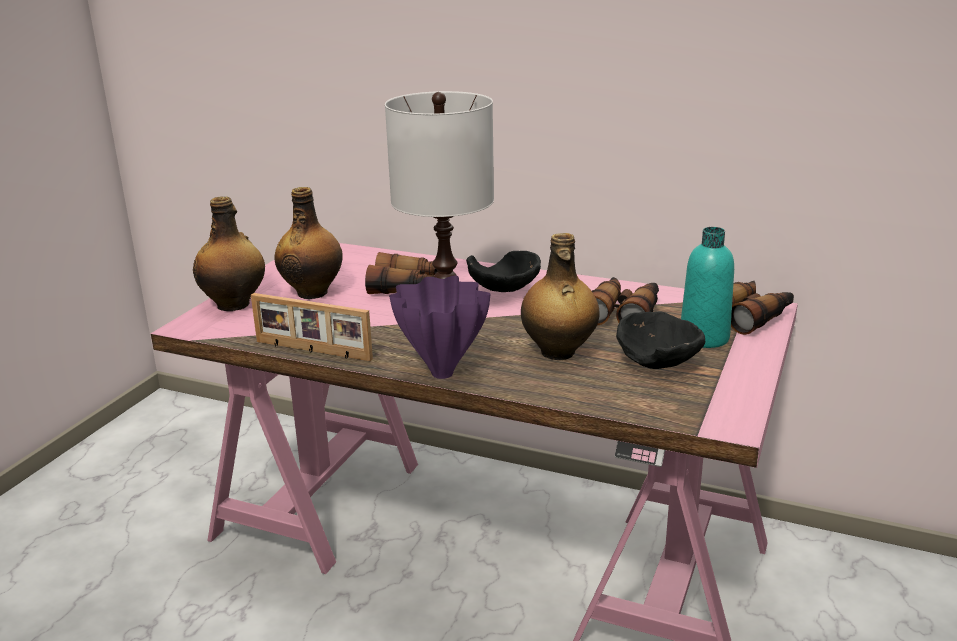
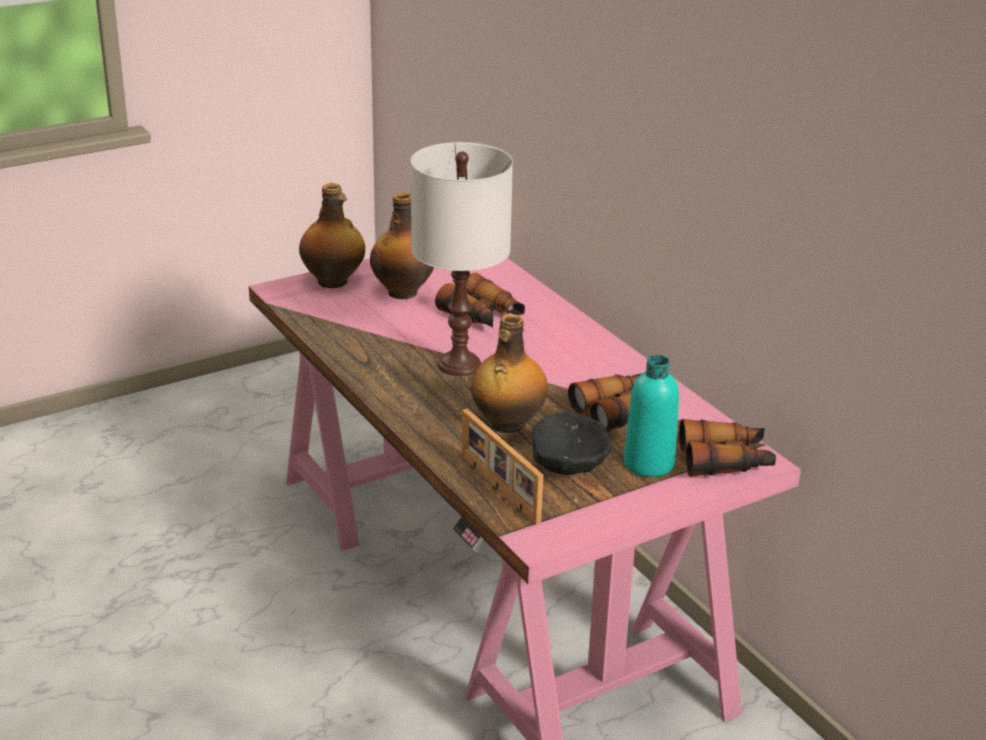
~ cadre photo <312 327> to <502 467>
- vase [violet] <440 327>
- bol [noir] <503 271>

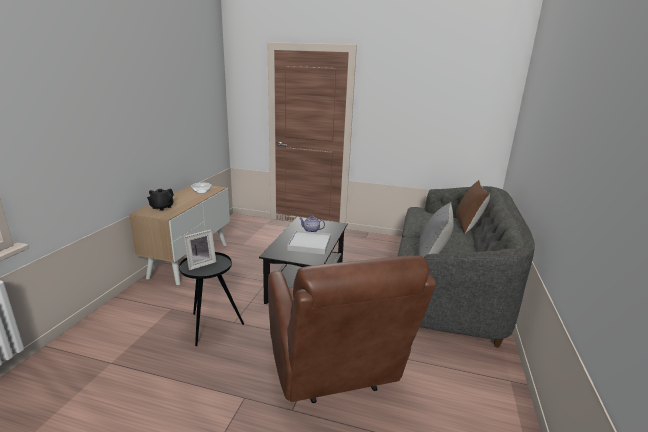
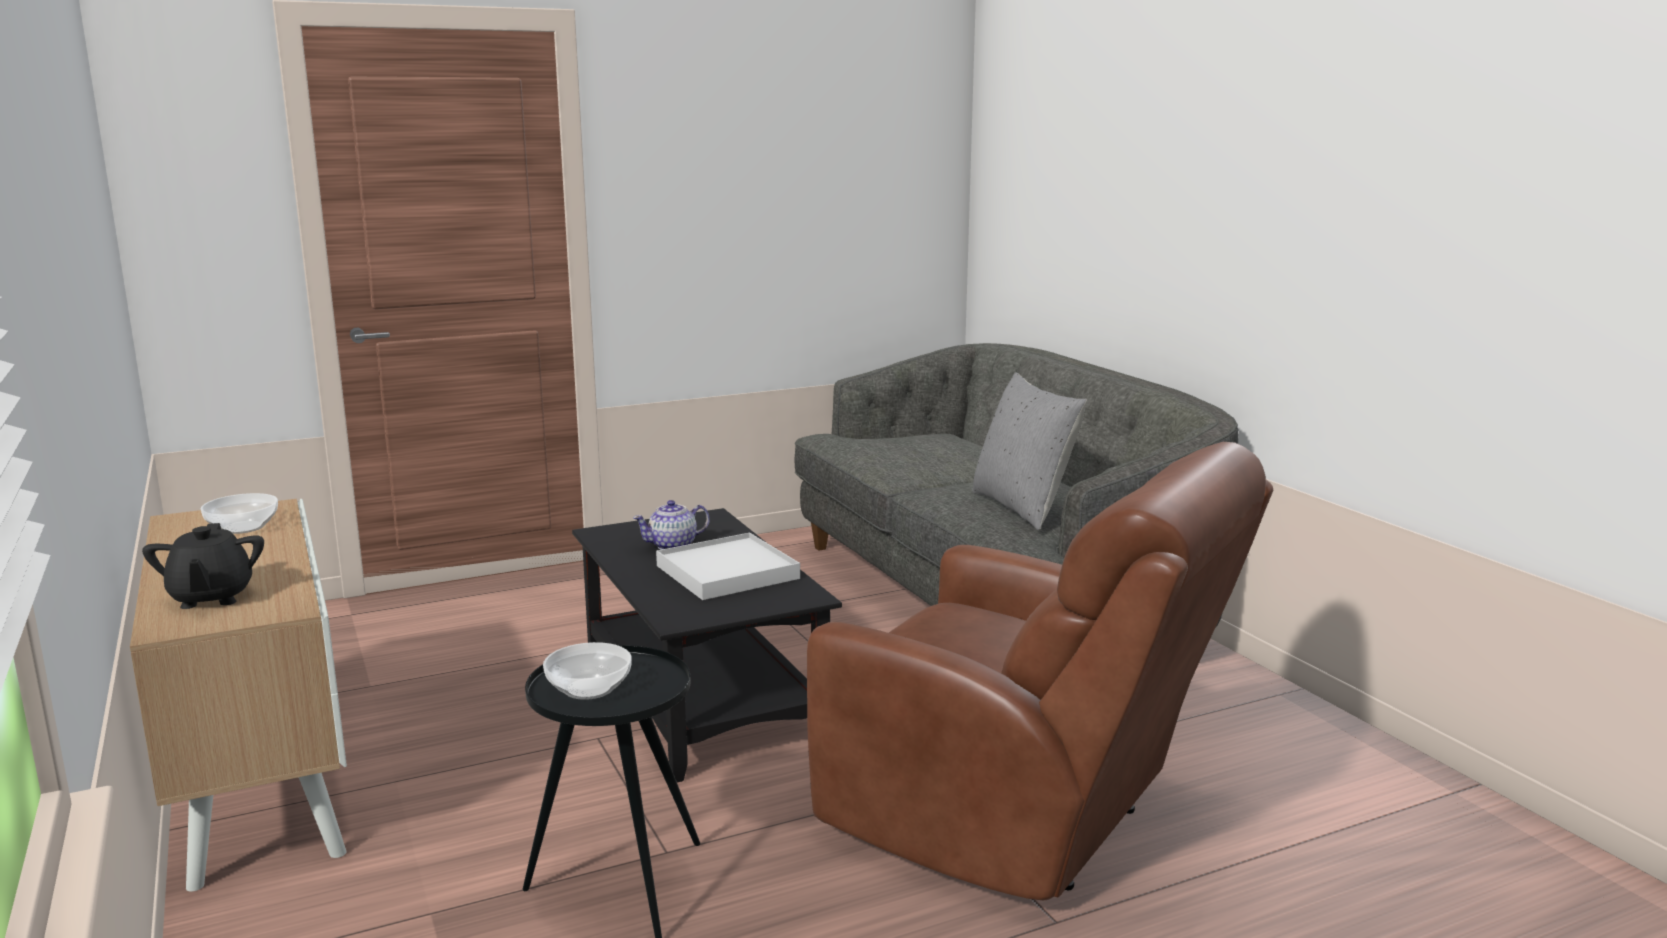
~ cadre photo <199 249> to bol <587 671>
- coussin [marron] <473 207>

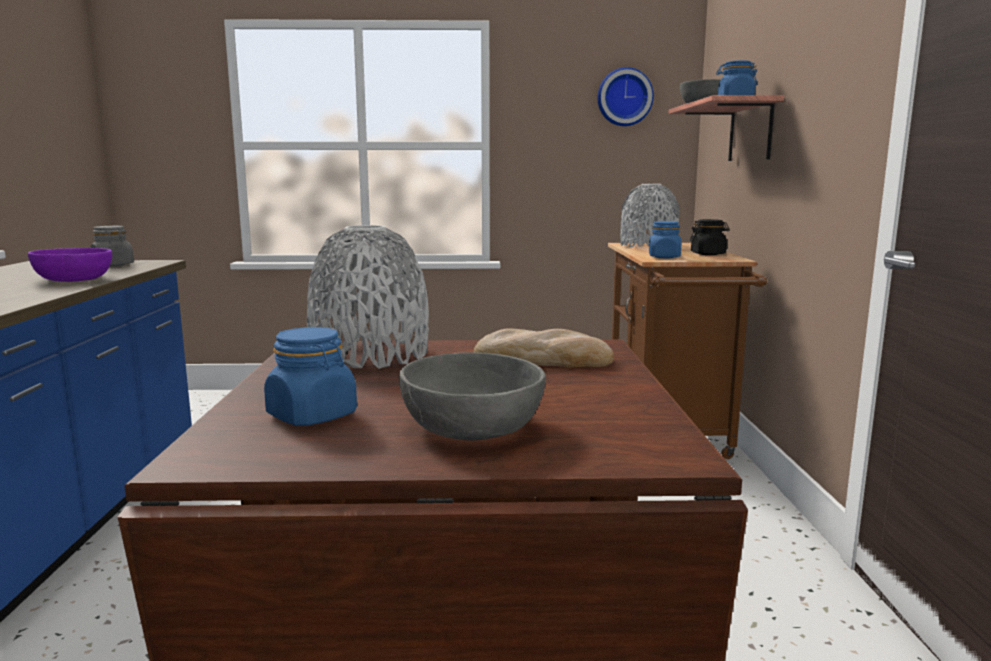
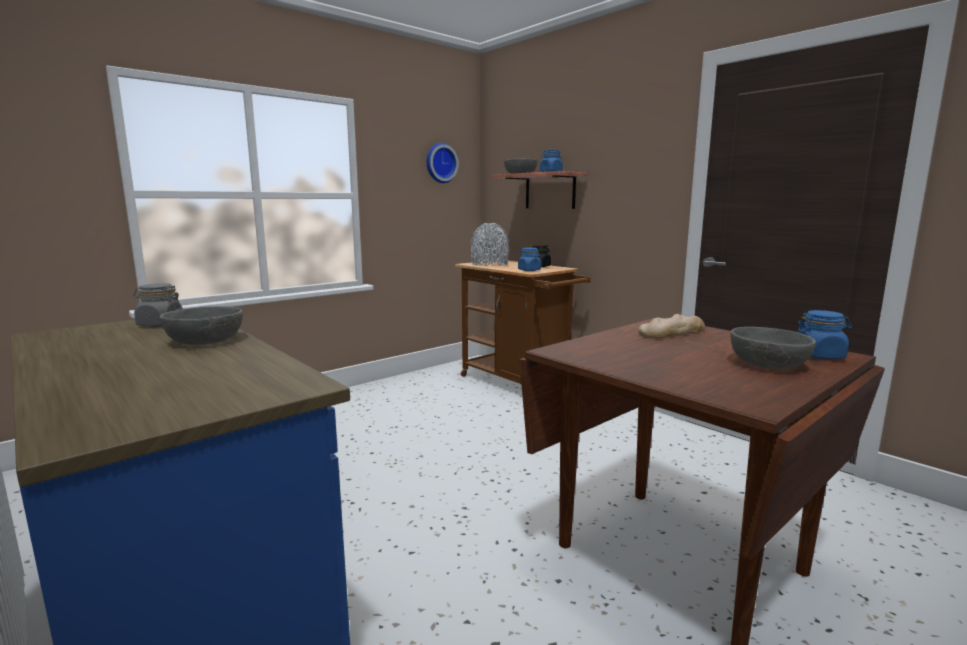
~ bol [violet] <70 265> to bol [gris] <201 325>
~ bocal [bleu] <310 376> to <824 334>
- vase [gris] <368 297>

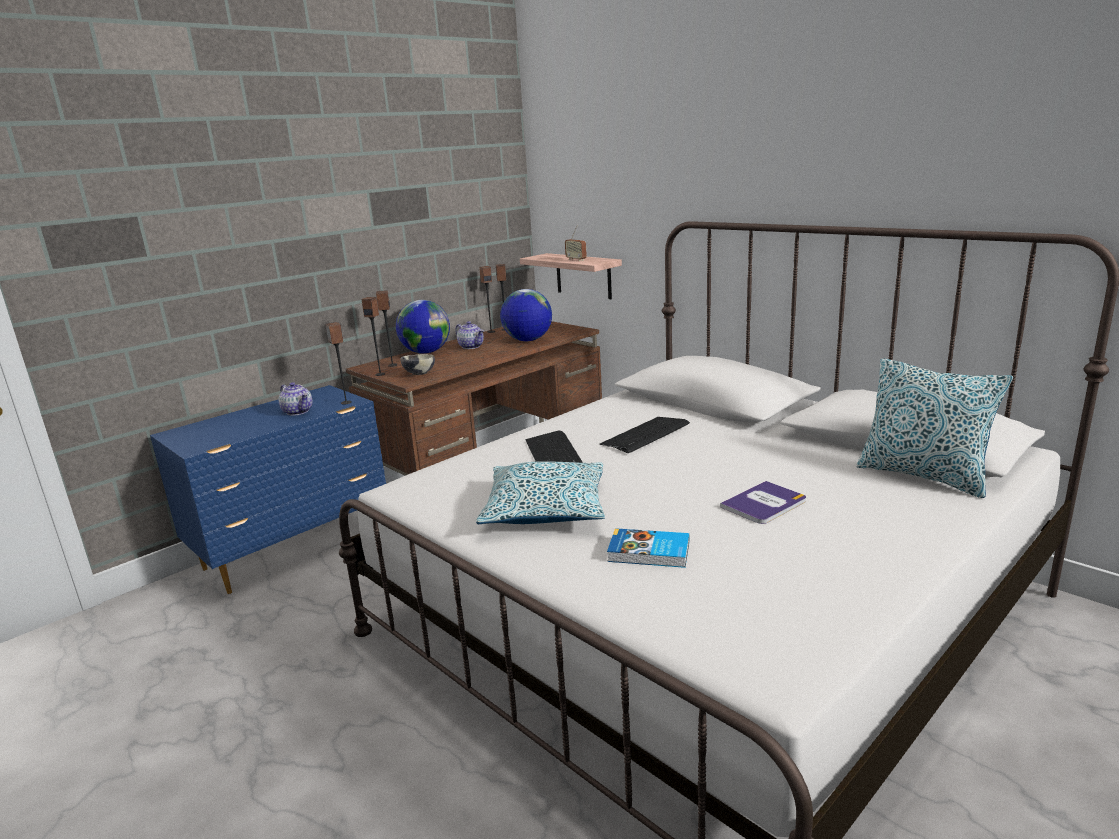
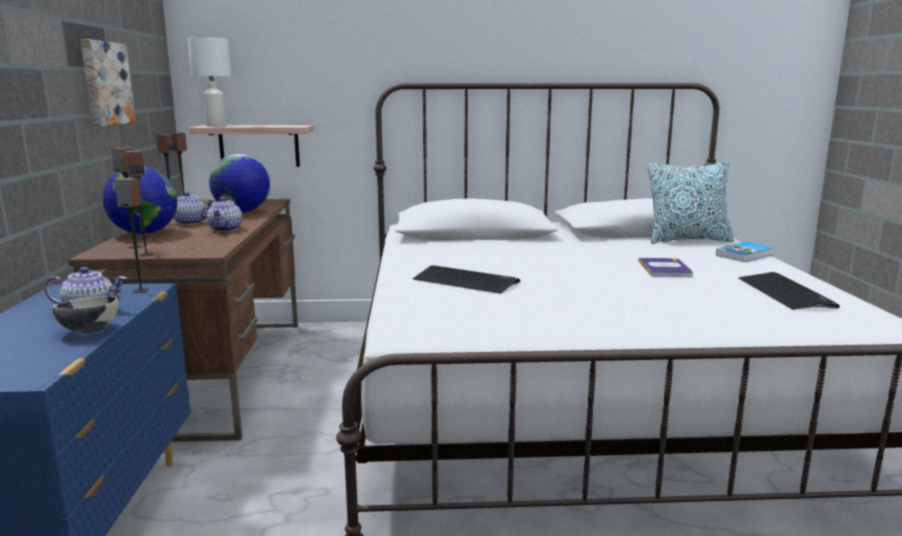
~ bol <417 364> to <85 314>
- coussin <540 492>
- radio <576 243>
~ clavier <645 435> to <789 291>
~ livre <648 548> to <745 252>
+ tableau <108 83>
+ lampe de table [blanc] <209 81>
+ théière <224 214>

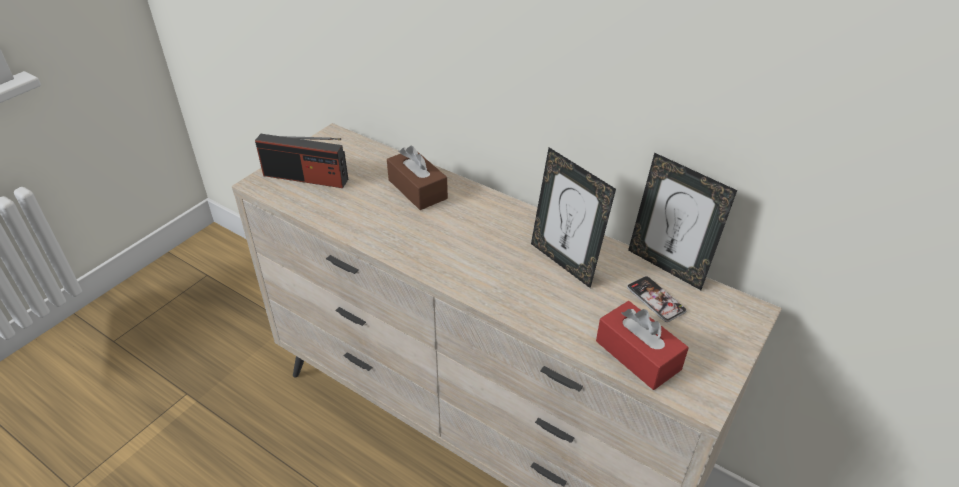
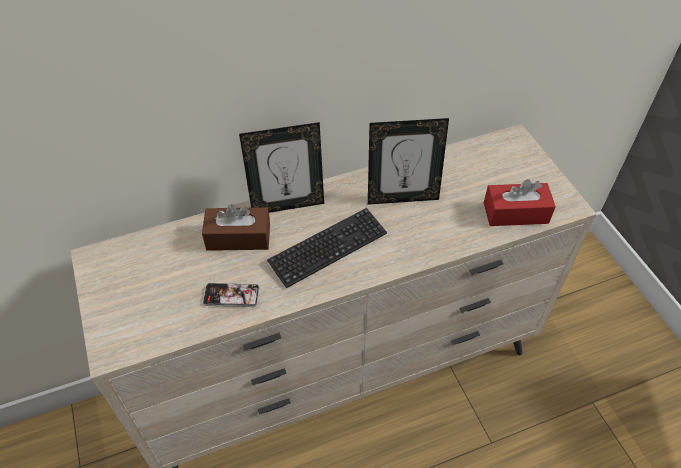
- radio <301 161>
~ téléphone <657 299> to <231 295>
~ cadre photo <682 221> to <281 167>
+ clavier <327 248>

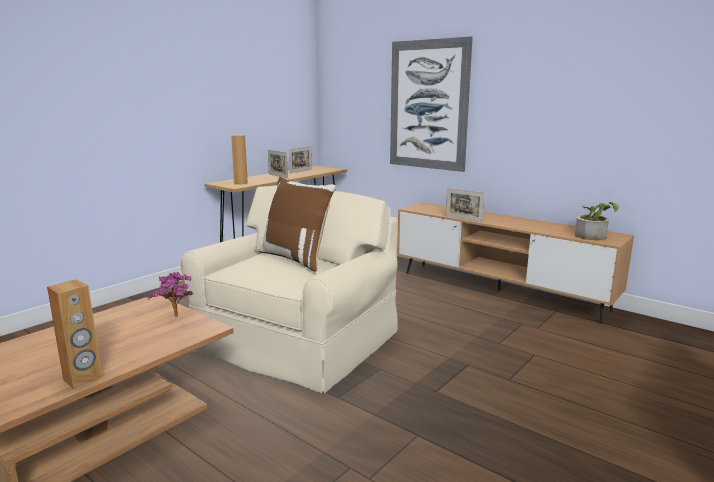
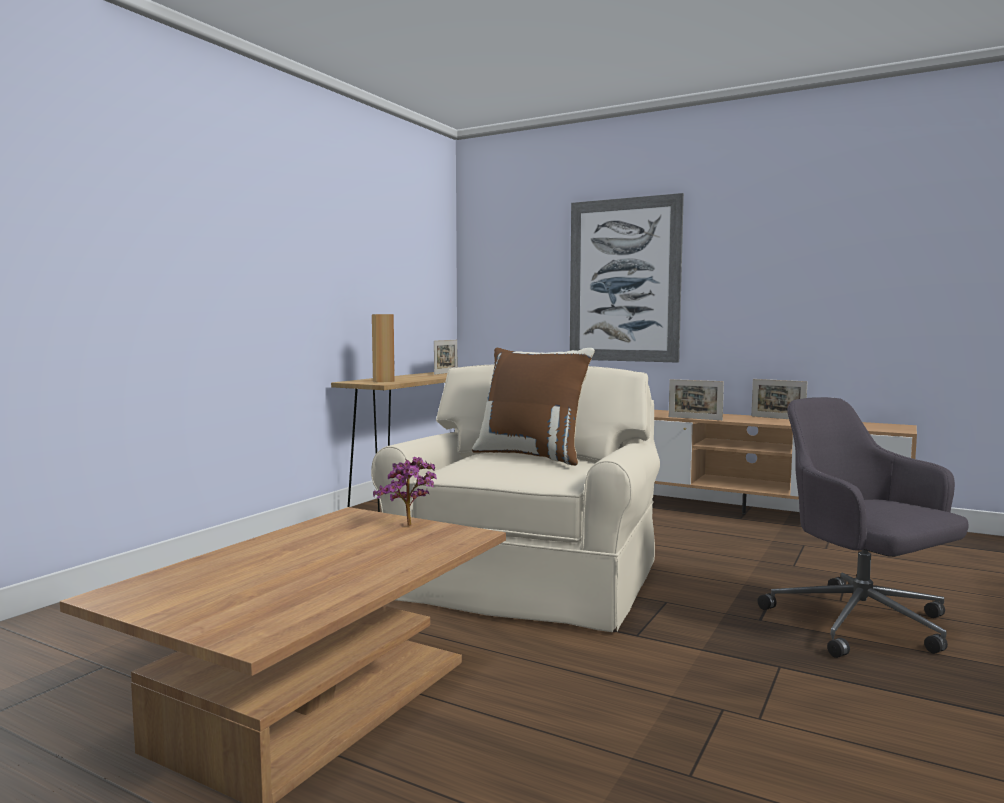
- enceinte [marron] <74 334>
~ cadre photo <278 164> to <779 399>
- plante en pot <597 221>
+ chaise de bureau [gris] <863 527>

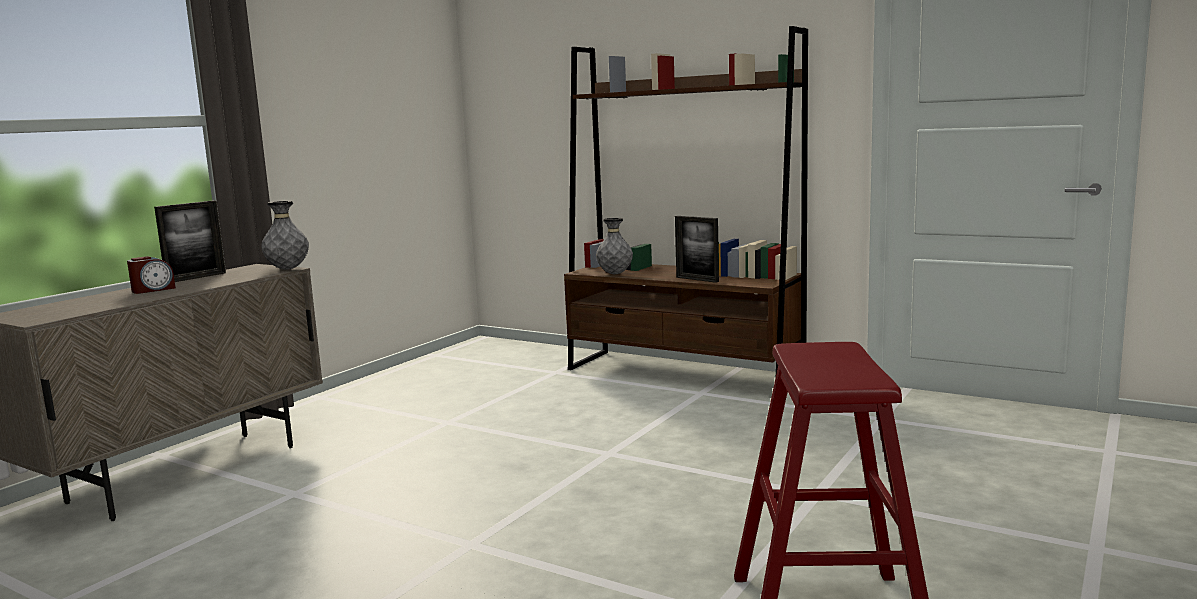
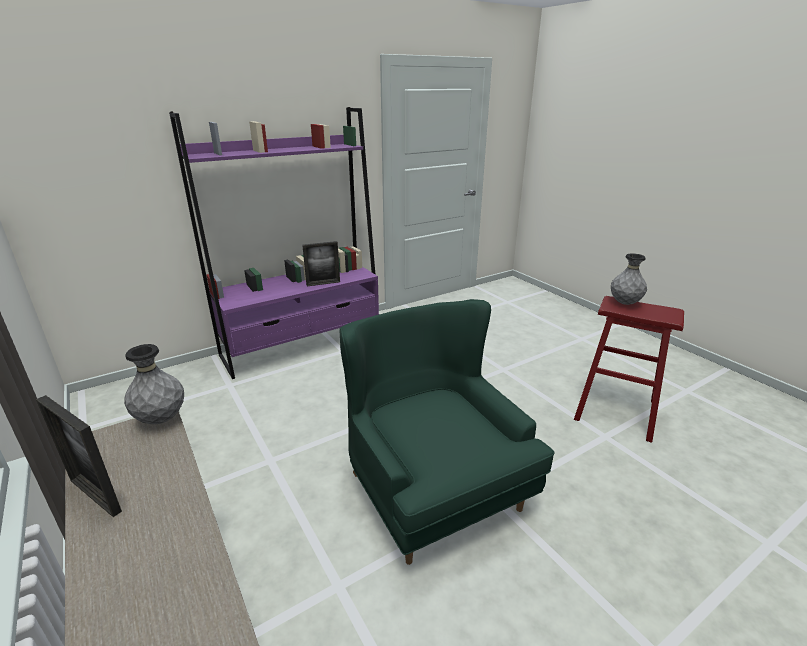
- réveil <151 275>
~ cadre photo <190 241> = <79 456> 150 degrees clockwise
~ bibliothèque [marron] <686 200> to bibliothèque [violet] <274 243>
~ vase [gris] <614 246> to <629 279>
+ fauteuil [vert] <446 432>

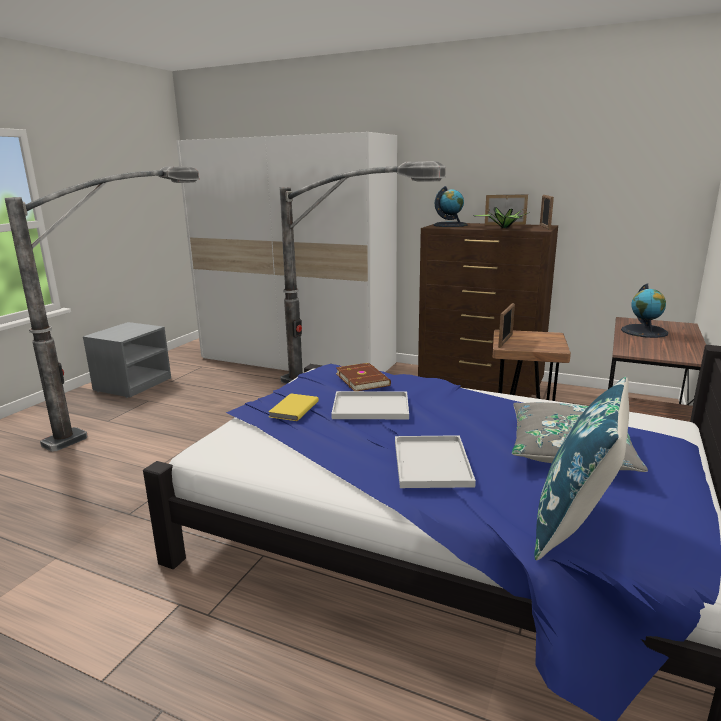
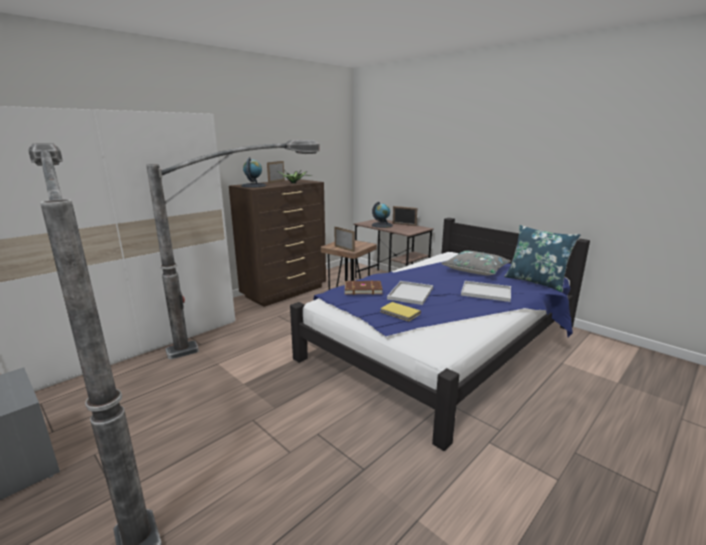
~ cadre photo <547 212> to <405 216>

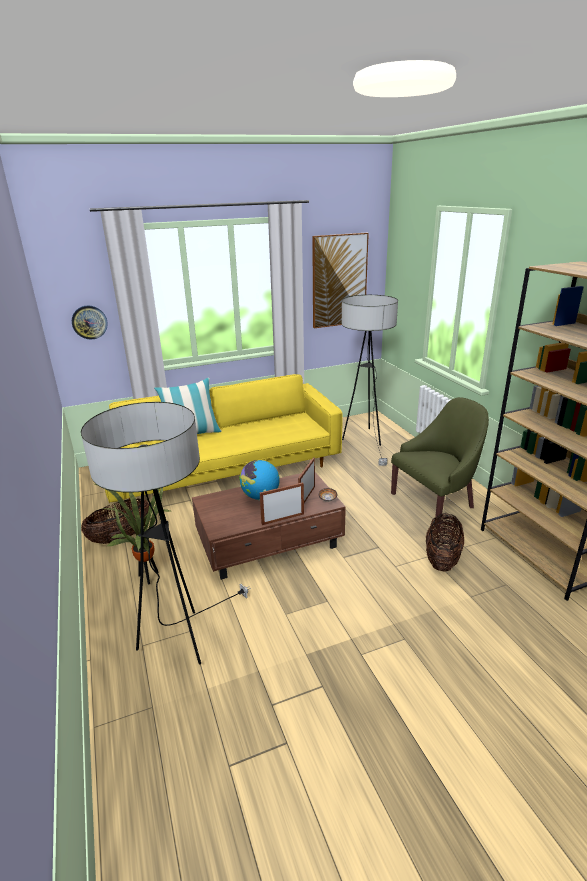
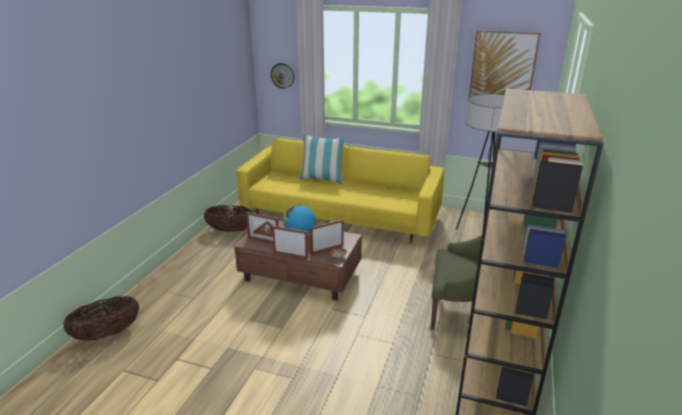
- lampadaire <166 533>
- plante en pot <134 534>
~ panier <445 542> to <101 318>
+ cadre photo <262 227>

